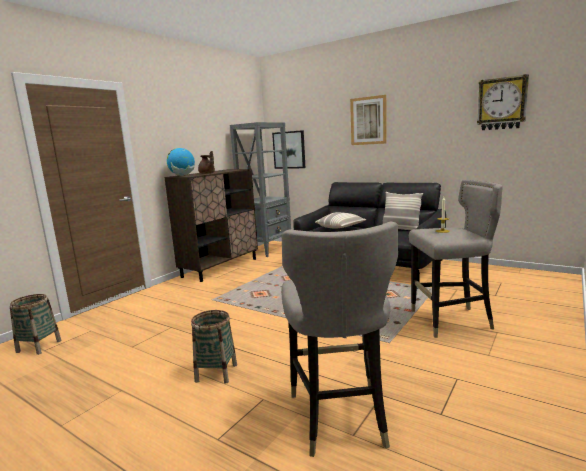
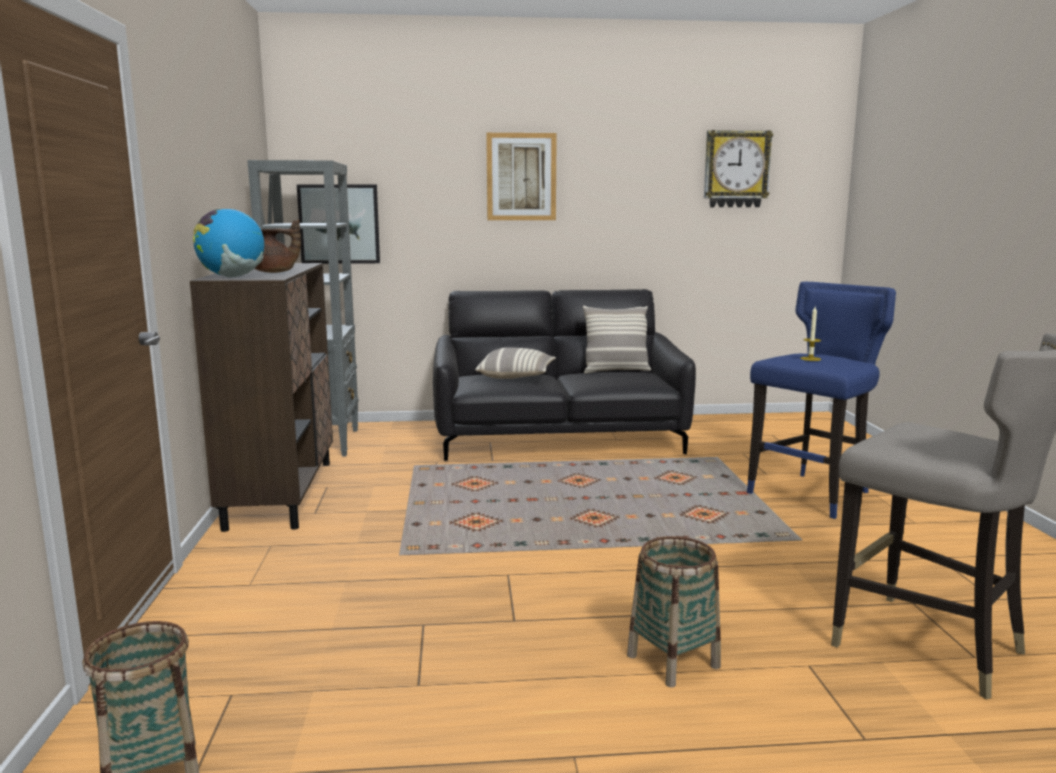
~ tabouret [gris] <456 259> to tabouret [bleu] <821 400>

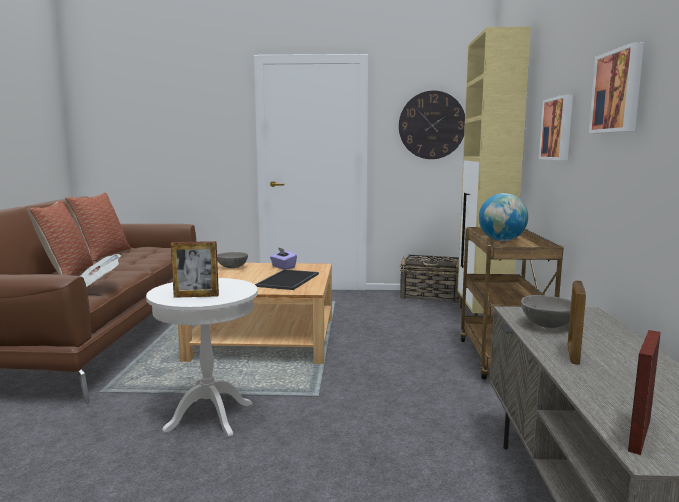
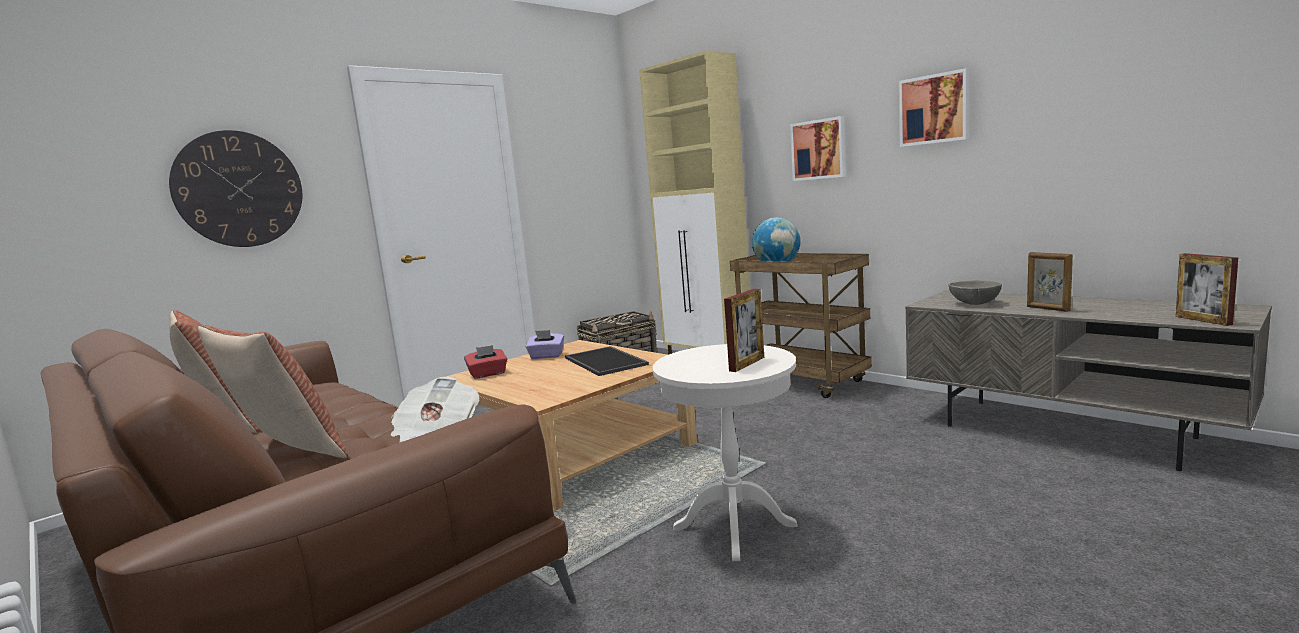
~ bol [gris] <232 260> to boîte à mouchoirs [rouge] <485 362>
~ horloge murale <432 125> to <235 188>

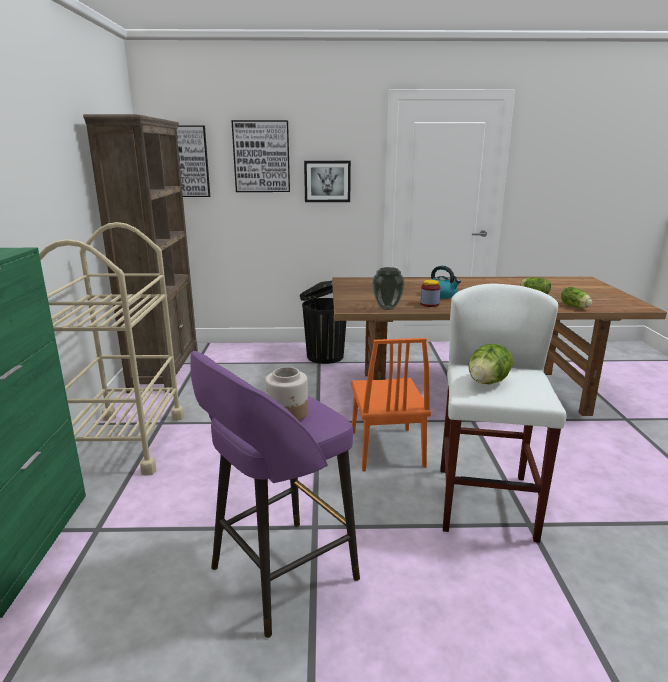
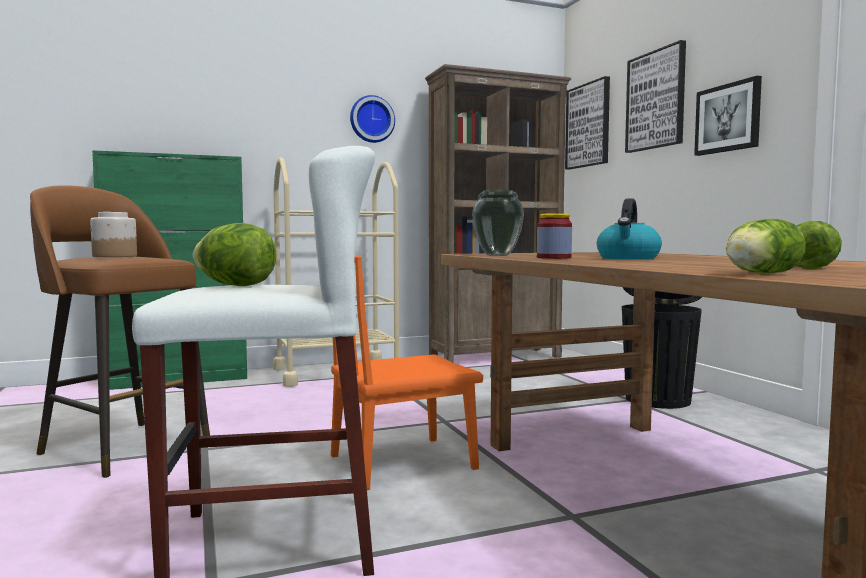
~ tabouret [violet] <275 494> to tabouret [marron] <120 331>
+ horloge murale <372 119>

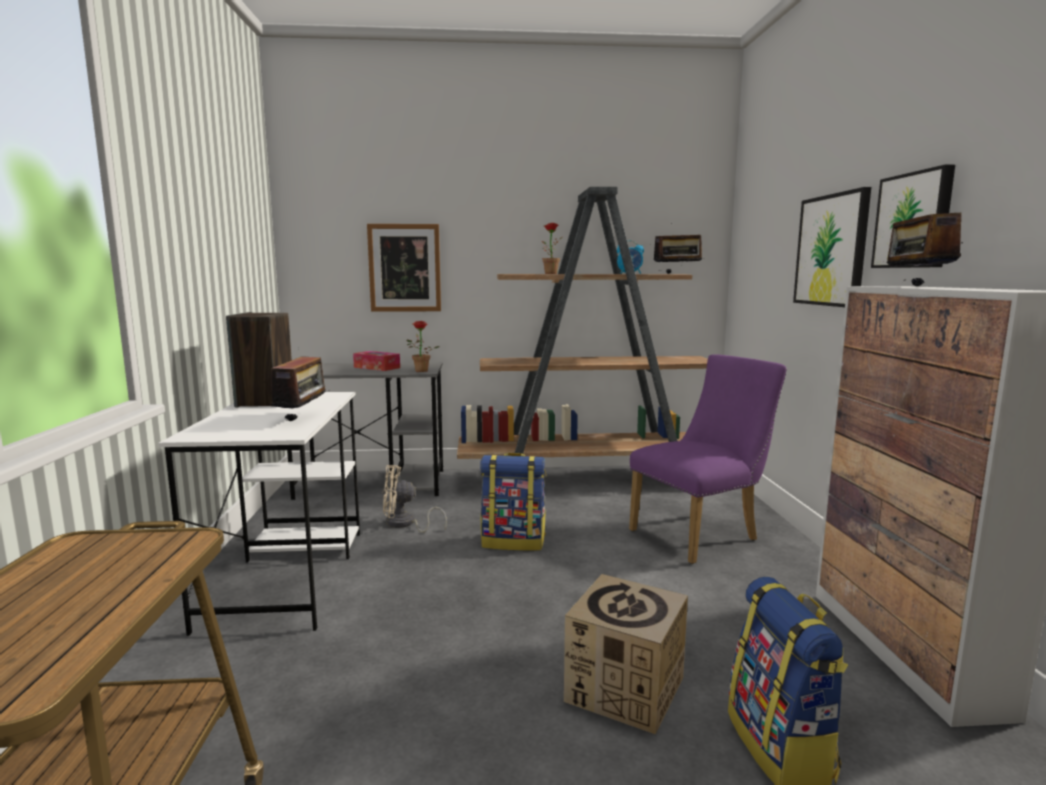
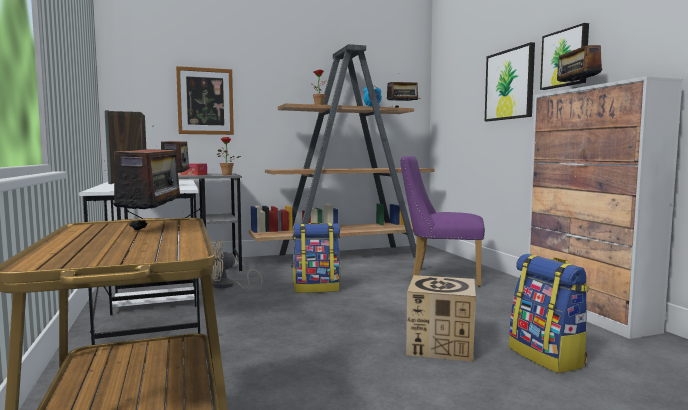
~ chaise [violet] <708 459> = <442 221> 120 degrees counterclockwise
+ radio <149 178>

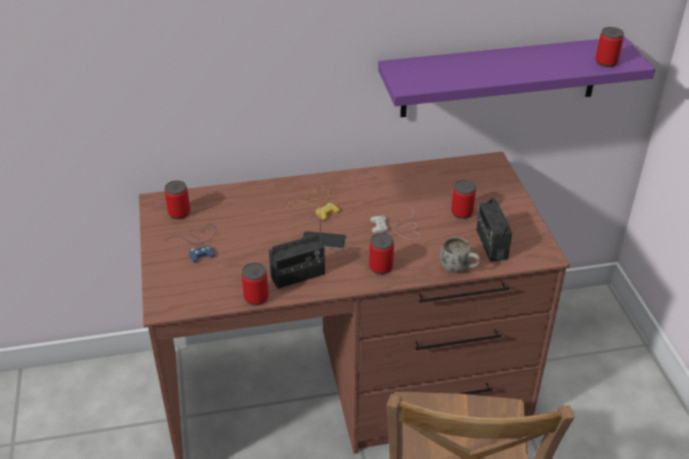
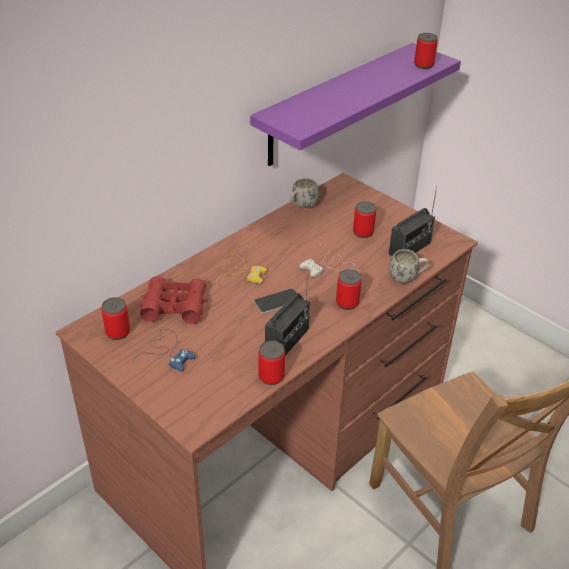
~ radio <494 229> = <413 221> 90 degrees counterclockwise
+ jumelles [rouge] <174 300>
+ mug [blanc] <304 193>

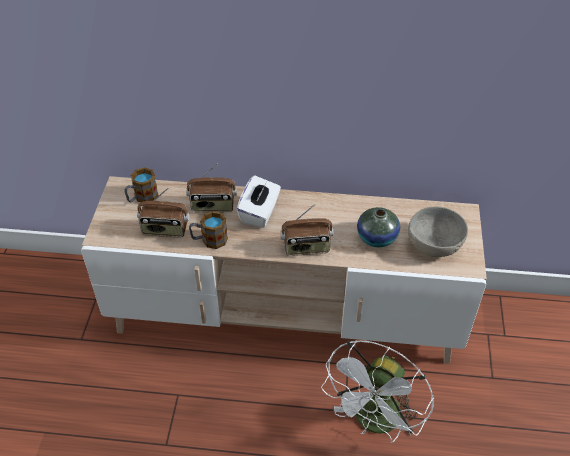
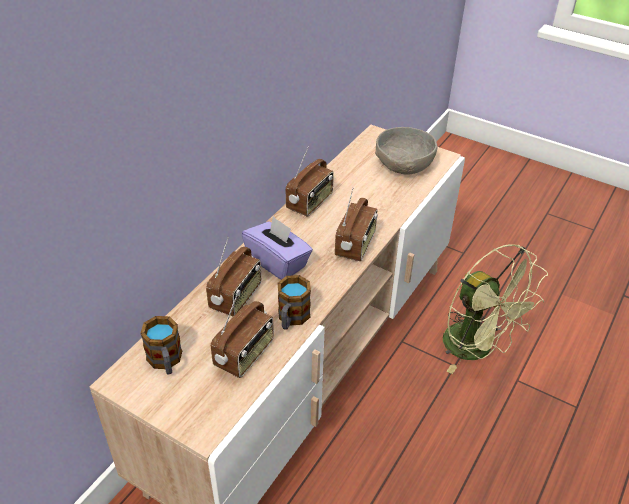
~ boîte à mouchoirs [blanc] <259 201> to boîte à mouchoirs [violet] <277 248>
~ ventilateur [blanc] <377 391> to ventilateur [vert] <495 309>
- vase <378 227>
+ radio <310 182>

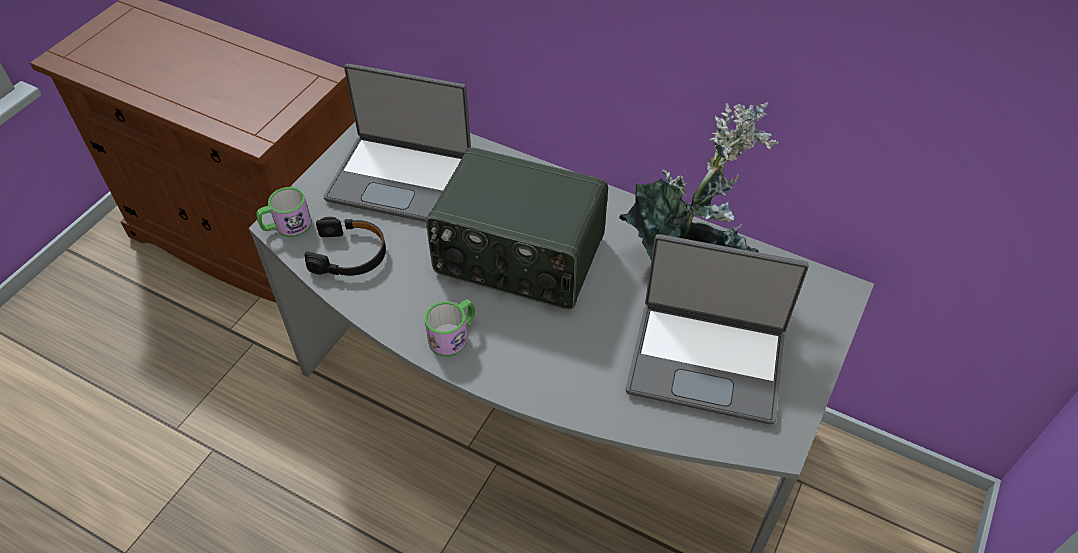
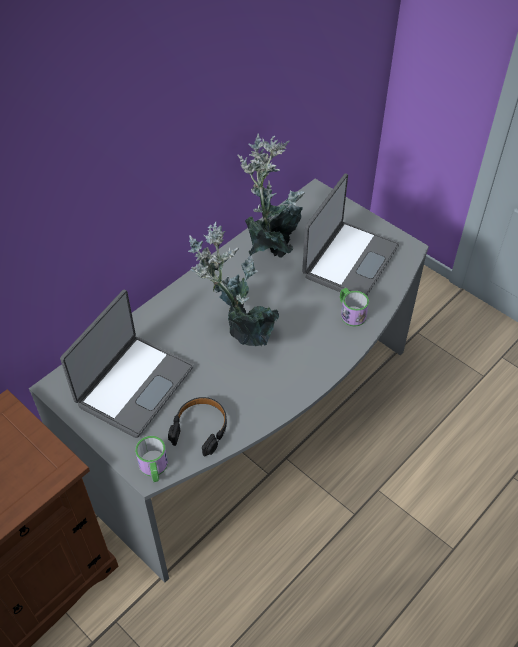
~ mug <450 328> to <354 307>
~ radio <517 228> to plante en pot <233 283>

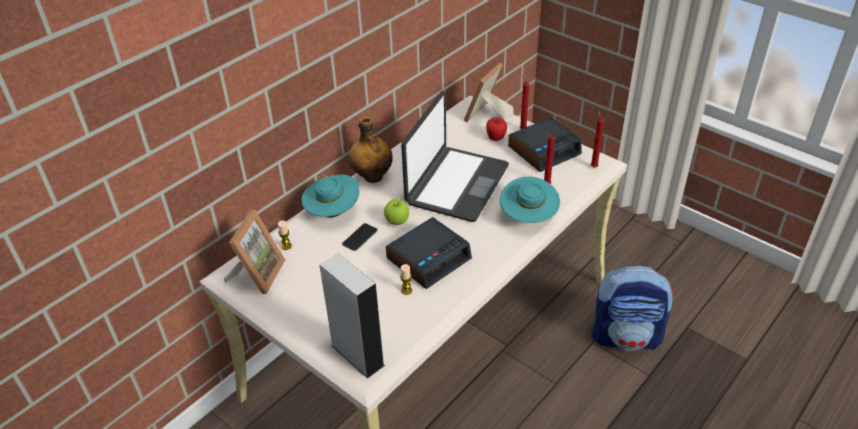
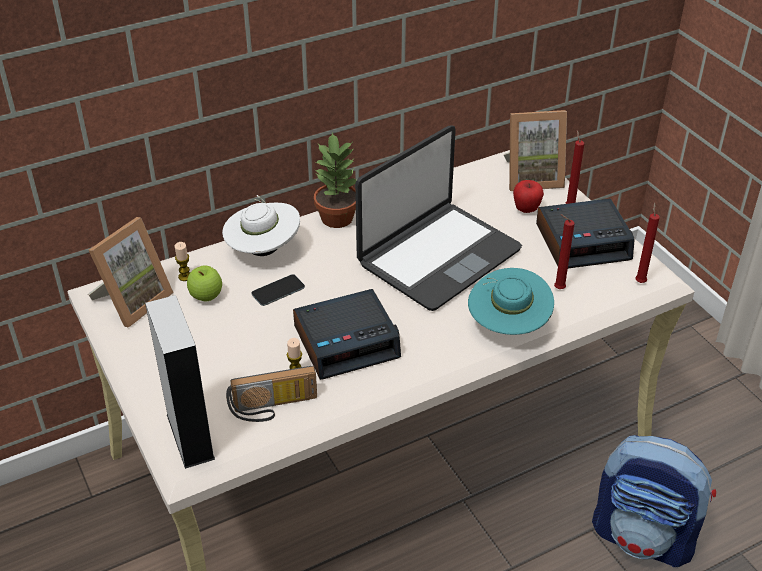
~ chapeau [turquoise] <330 195> to chapeau [blanc] <261 225>
~ bouteille <371 150> to plante en pot <335 180>
~ pomme <396 212> to <204 283>
~ cadre photo <489 92> = <535 150> 150 degrees counterclockwise
+ radio <271 394>

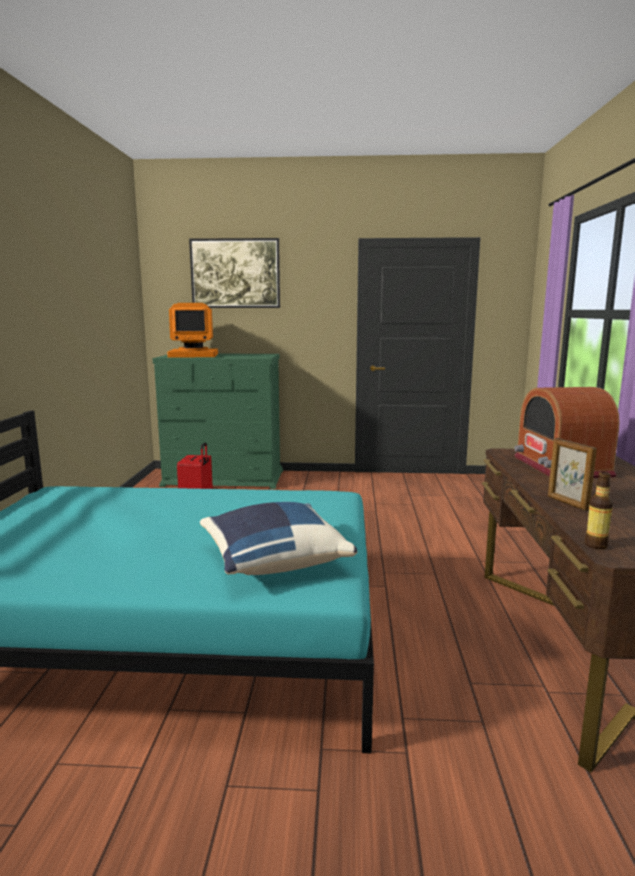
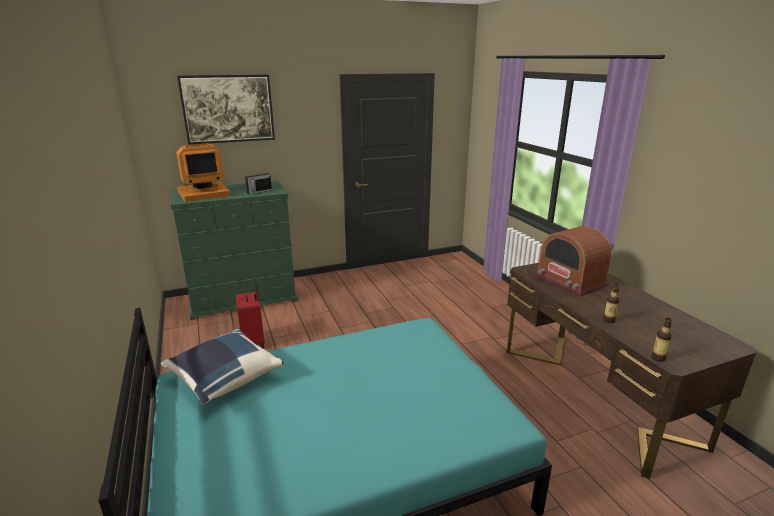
~ coussin [bleu] <278 538> to <222 366>
~ cadre photo <572 474> to bouteille <611 303>
+ radio <258 181>

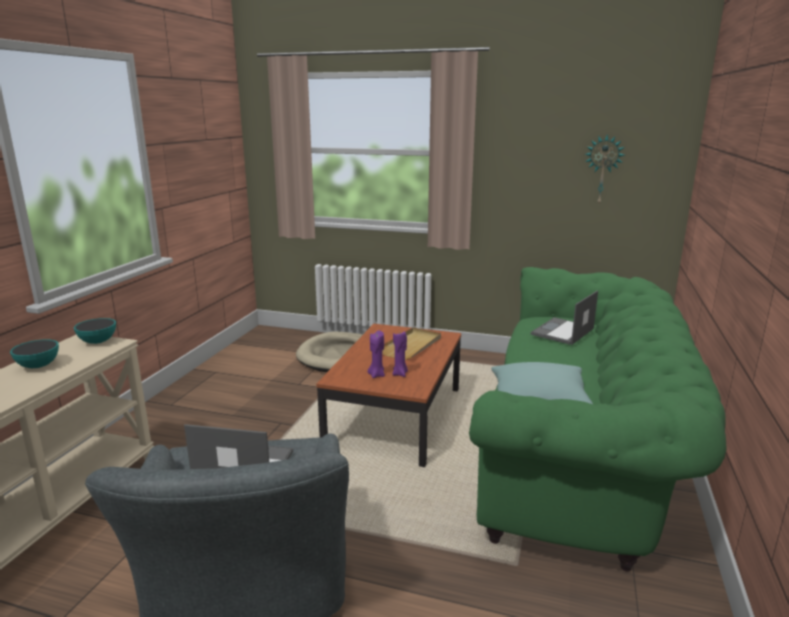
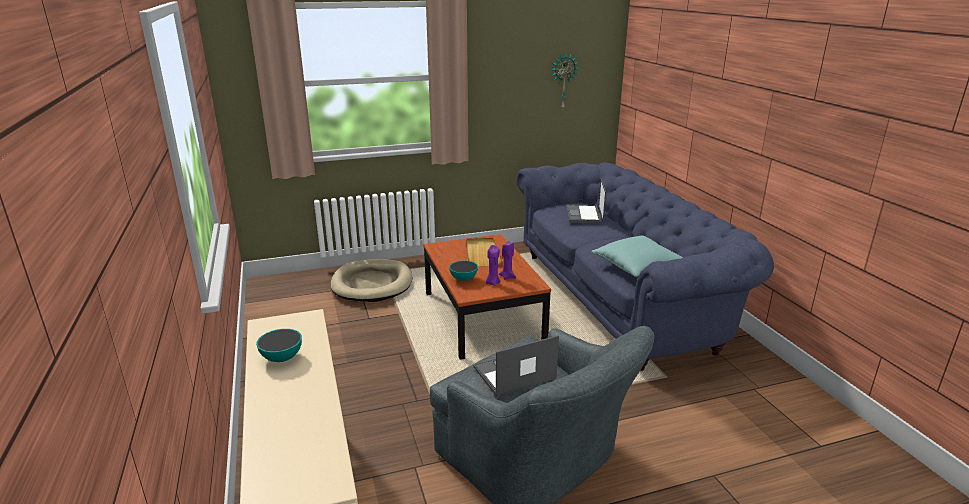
~ bol <95 331> to <463 271>
~ canapé [vert] <598 419> to canapé [bleu] <645 266>

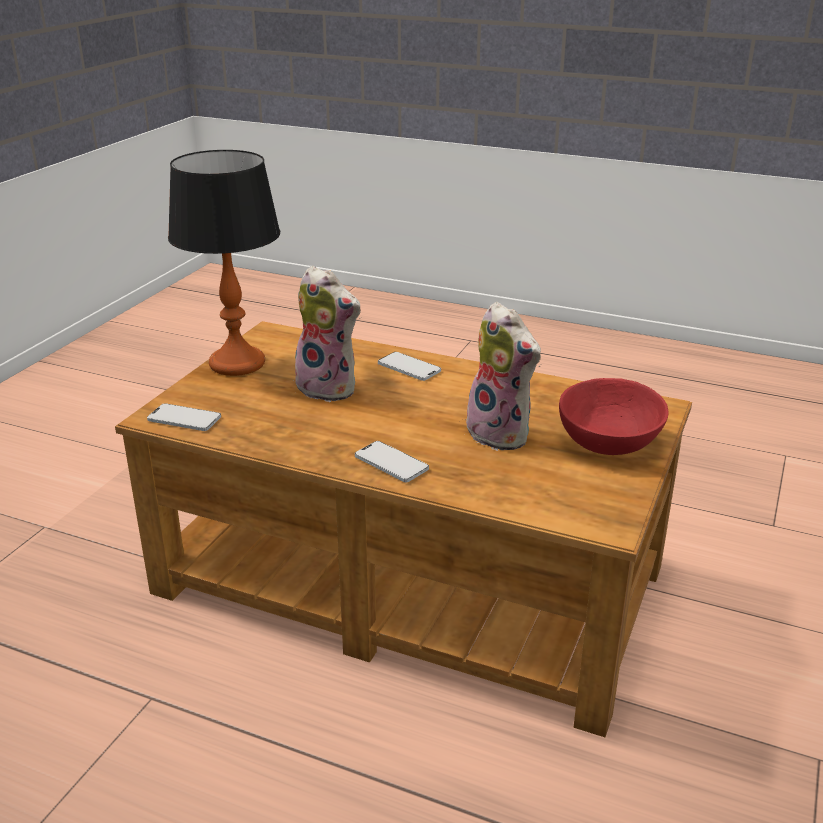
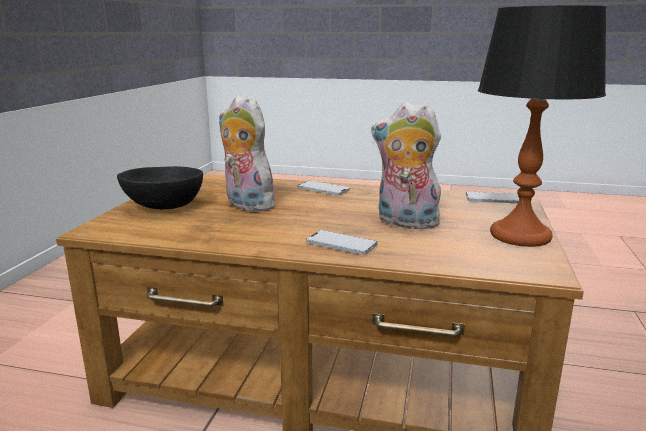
~ bol [rouge] <613 416> to bol [noir] <160 187>

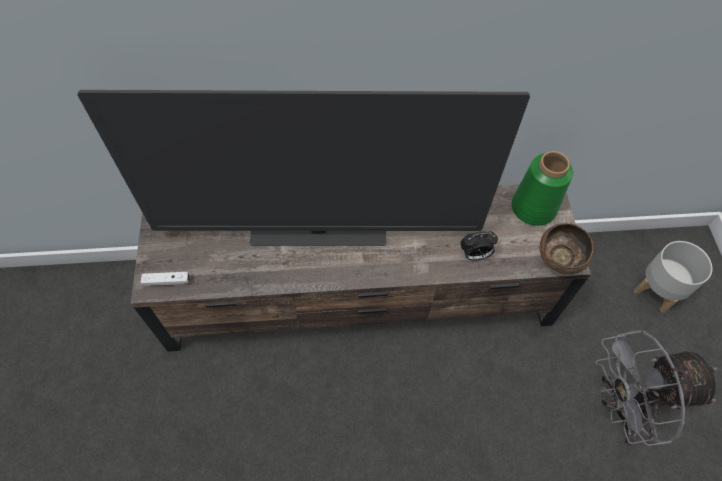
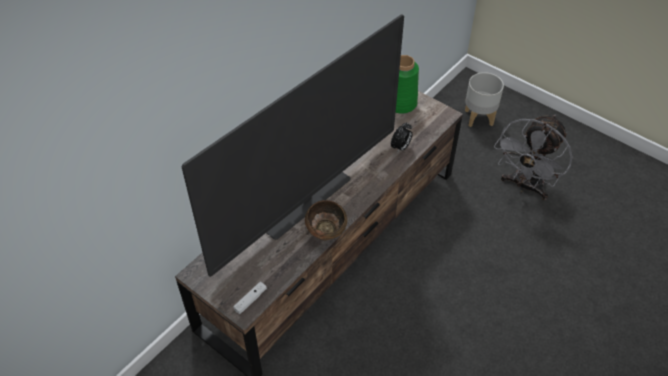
~ bol [marron] <567 249> to <326 220>

